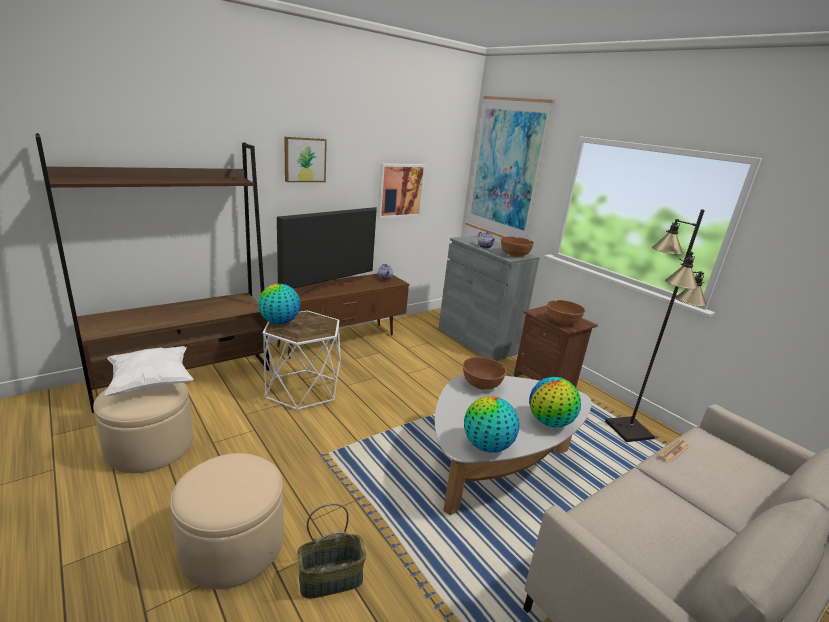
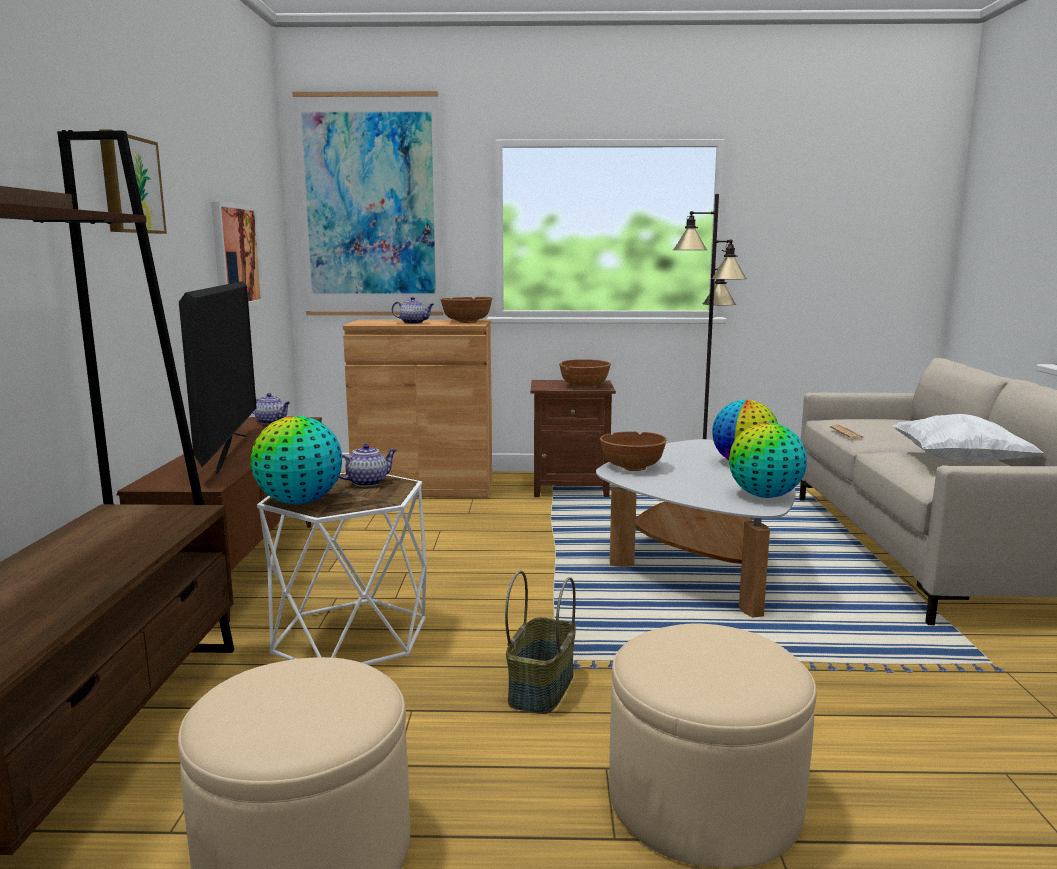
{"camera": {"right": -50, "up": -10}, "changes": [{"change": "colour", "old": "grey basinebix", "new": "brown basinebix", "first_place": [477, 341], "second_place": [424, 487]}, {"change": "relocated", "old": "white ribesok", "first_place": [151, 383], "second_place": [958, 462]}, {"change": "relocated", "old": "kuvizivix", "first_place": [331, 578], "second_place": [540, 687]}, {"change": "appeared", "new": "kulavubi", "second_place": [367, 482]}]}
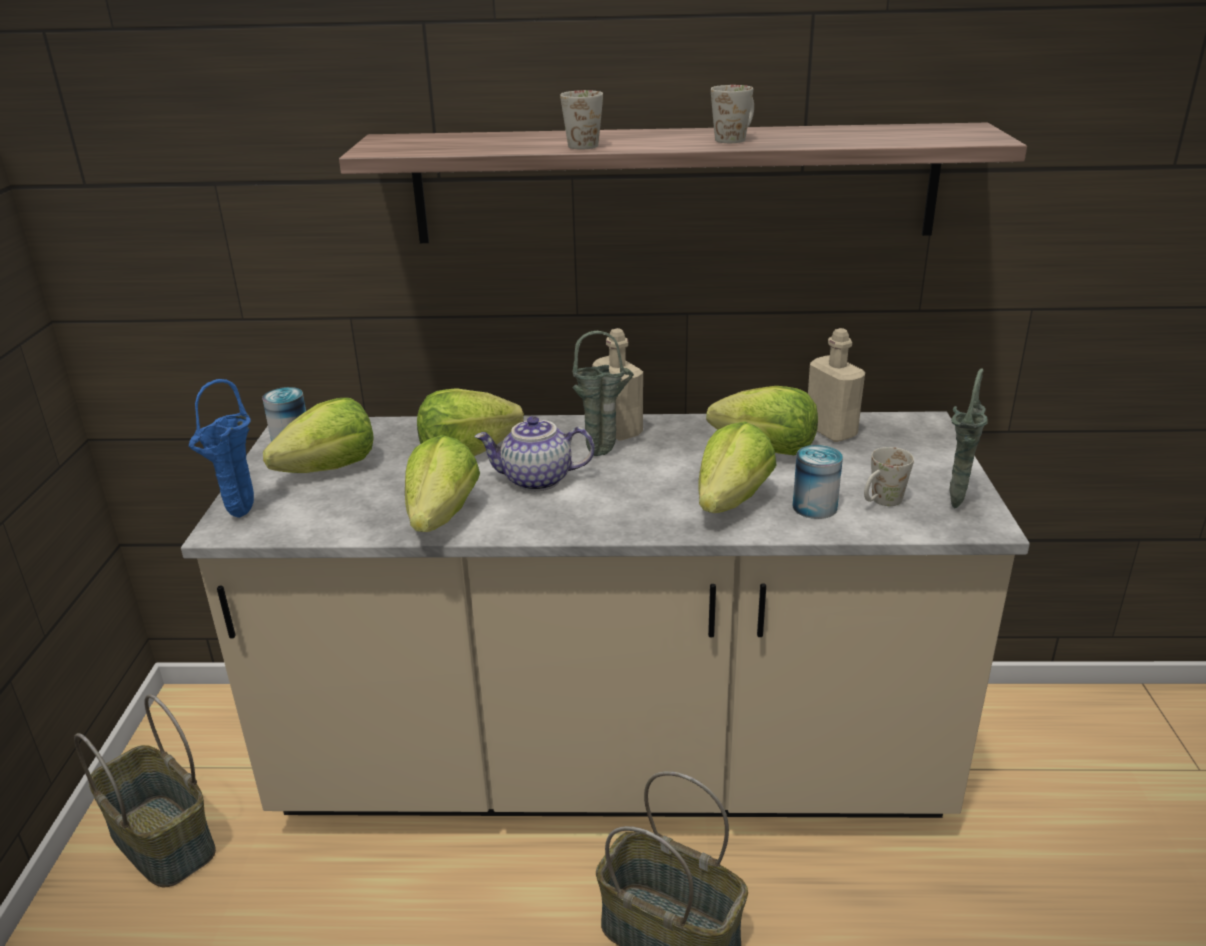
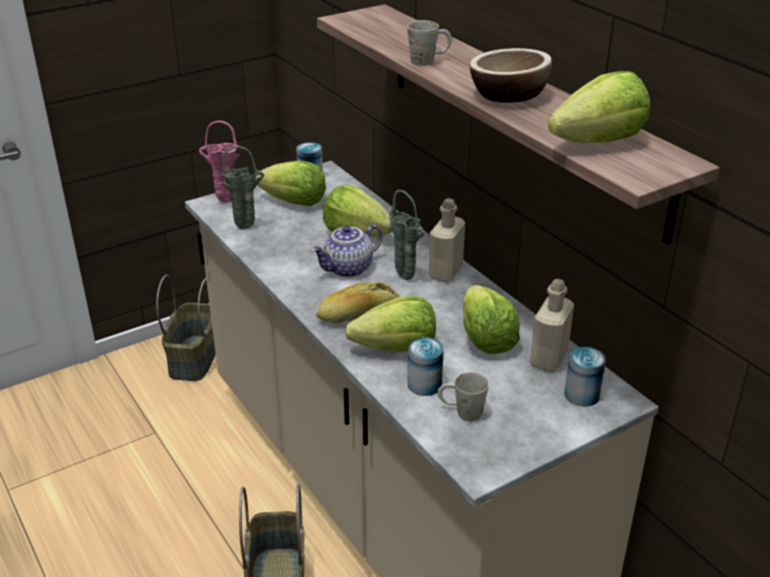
{"camera": {"right": 55, "up": 5}, "changes": [{"change": "exchanged", "old": "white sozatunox", "new": "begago", "first_place": [735, 138], "second_place": [508, 95]}, {"change": "relocated", "old": "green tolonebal", "first_place": [955, 502], "second_place": [247, 228]}, {"change": "colour", "old": "blue tolonebal", "new": "pink tolonebal", "first_place": [239, 516], "second_place": [224, 201]}, {"change": "spun", "old": "kulavubi", "first_place": [536, 481], "second_place": [348, 269], "degrees": -90}, {"change": "relocated", "old": "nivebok", "first_place": [441, 517], "second_place": [598, 142]}, {"change": "appeared", "new": "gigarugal", "second_place": [359, 315]}, {"change": "appeared", "new": "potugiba", "second_place": [582, 394]}]}
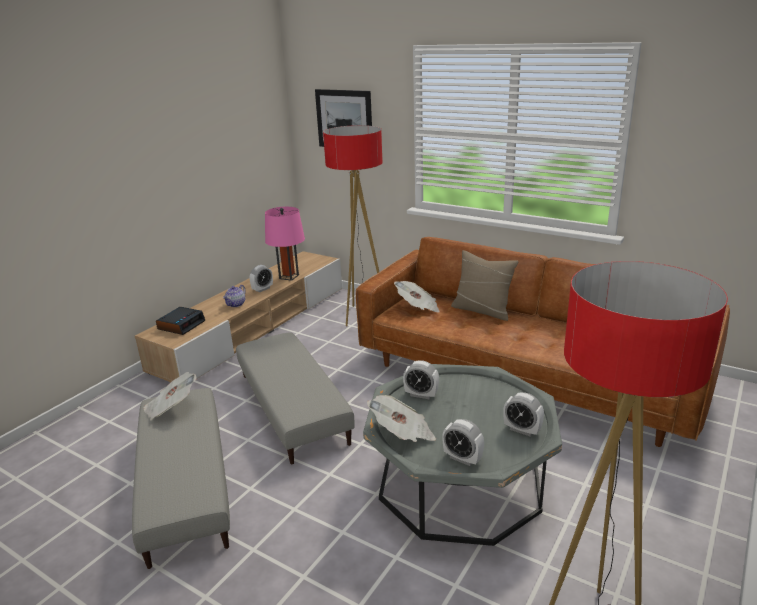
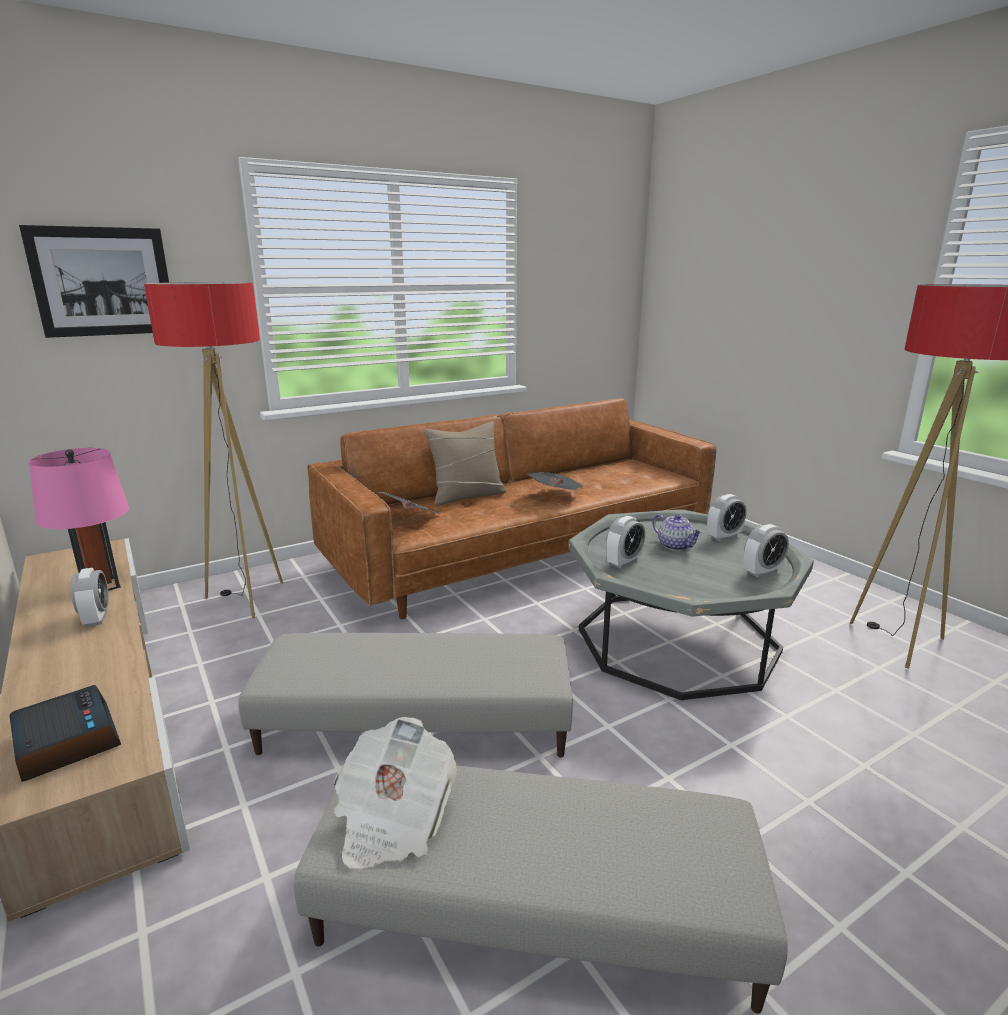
{"camera": {"right": -65, "up": -5}, "changes": [{"change": "relocated", "old": "kulavubi", "first_place": [236, 304], "second_place": [675, 546]}, {"change": "relocated", "old": "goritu", "first_place": [403, 434], "second_place": [556, 496]}]}
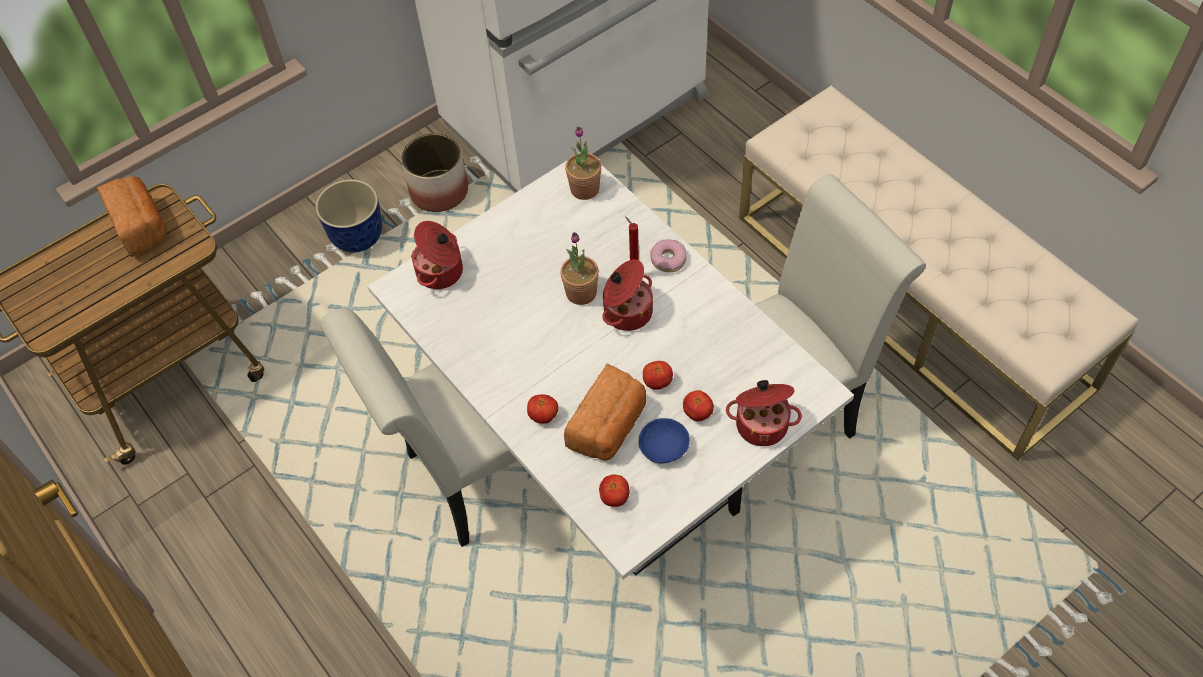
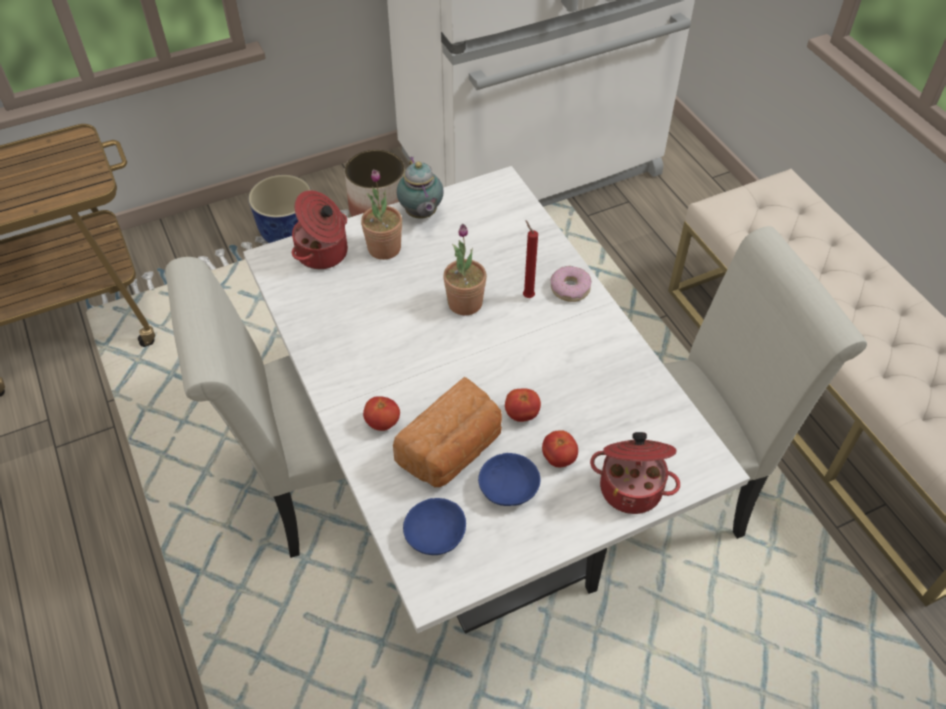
{"camera": {"right": 10, "up": -5}, "changes": [{"change": "relocated", "old": "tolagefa", "first_place": [585, 189], "second_place": [384, 248]}, {"change": "missing", "old": "gigarugal", "first_place": [141, 226]}, {"change": "missing", "old": "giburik", "first_place": [626, 311]}, {"change": "exchanged", "old": "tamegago", "new": "blue begago", "first_place": [614, 497], "second_place": [434, 532]}, {"change": "appeared", "new": "kulavubi", "second_place": [421, 215]}]}
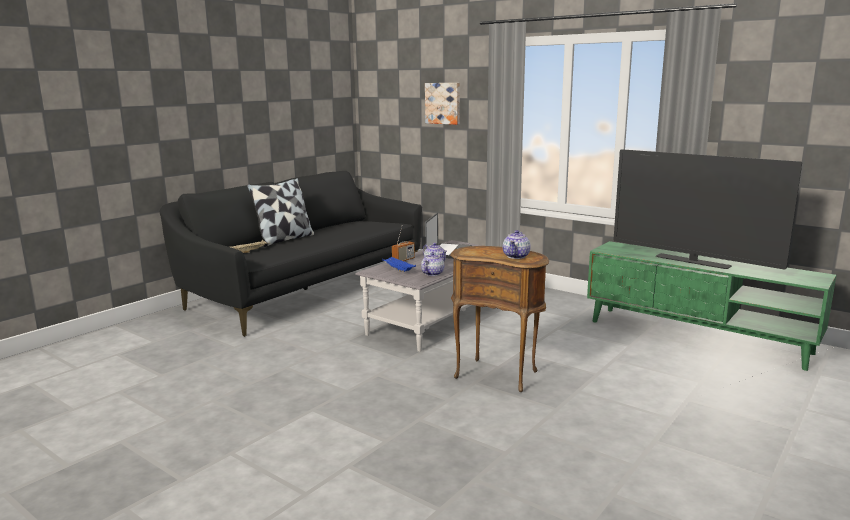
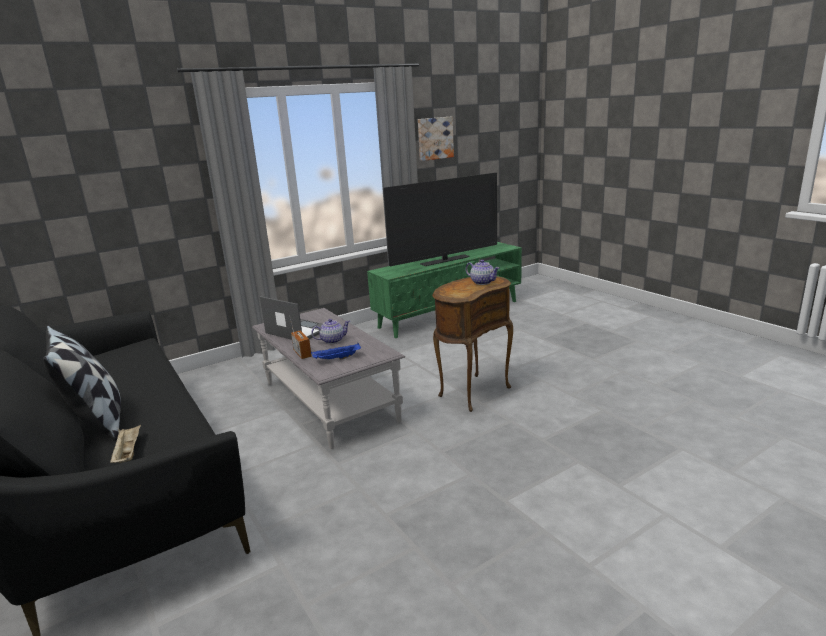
{"camera": {"right": -70, "up": 5}, "changes": [{"change": "relocated", "old": "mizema", "first_place": [443, 103], "second_place": [434, 138]}, {"change": "missing", "old": "kulavubi", "first_place": [432, 274]}]}
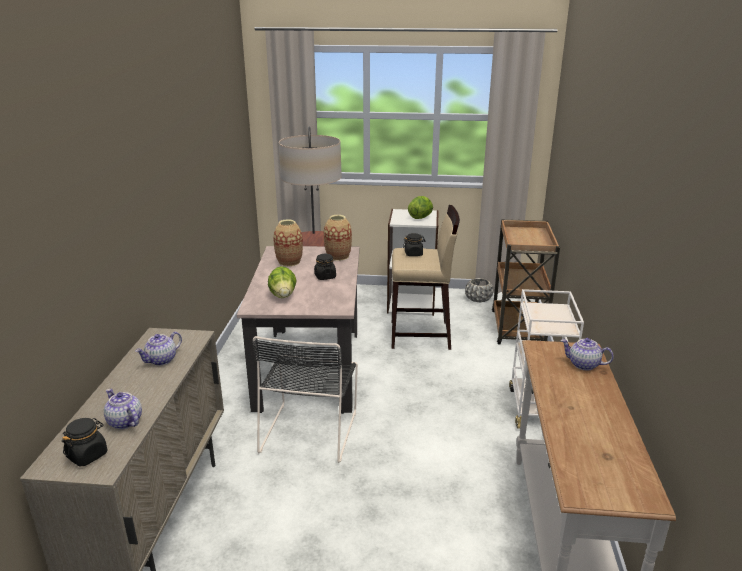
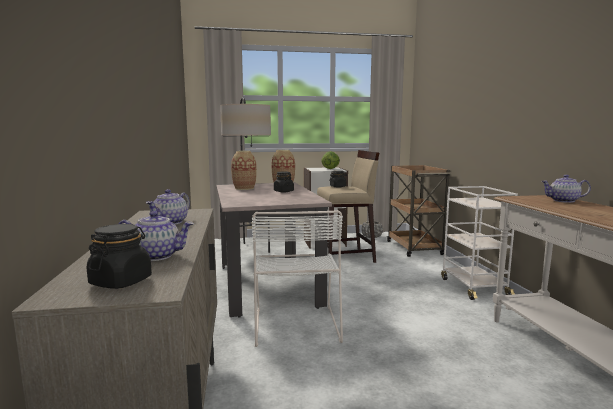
{"camera": {"right": -15, "up": -15}, "changes": [{"change": "missing", "old": "nivebok", "first_place": [283, 295]}, {"change": "colour", "old": "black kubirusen", "new": "white kubirusen", "first_place": [310, 429], "second_place": [296, 323]}, {"change": "spun", "old": "kulavubi", "first_place": [124, 422], "second_place": [157, 256], "degrees": 150}]}
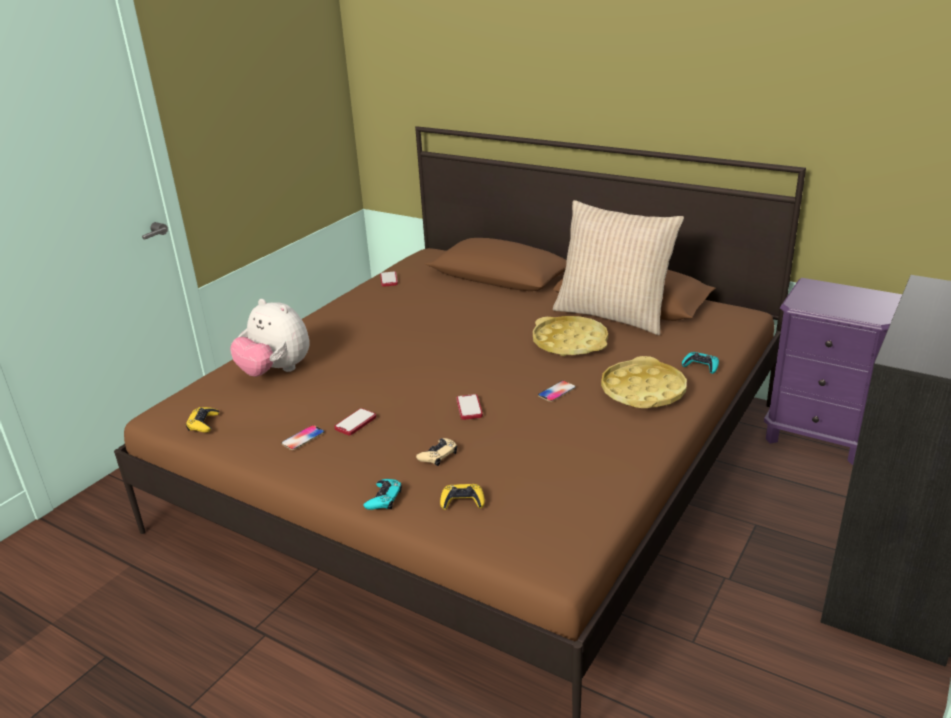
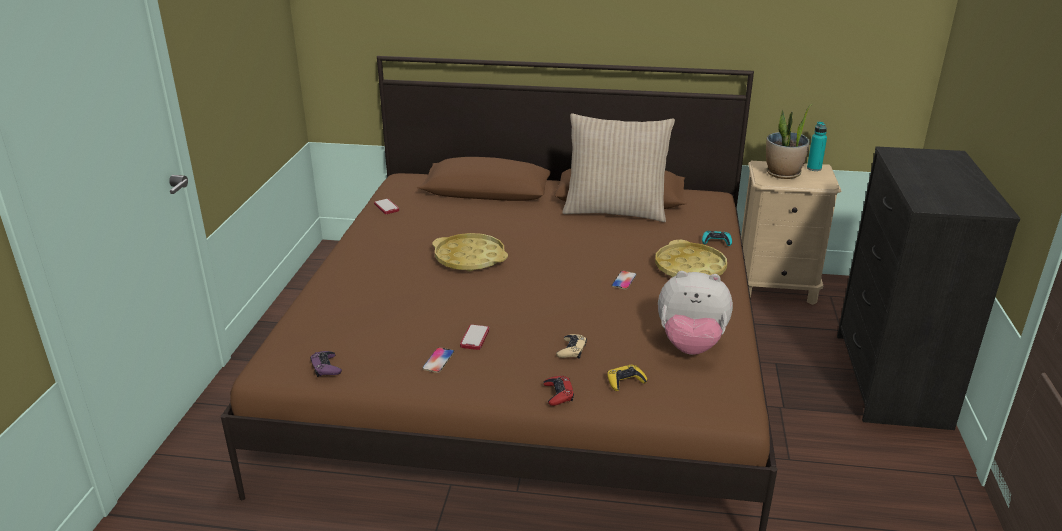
{"camera": {"right": -25, "up": 0}, "changes": [{"change": "colour", "old": "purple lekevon", "new": "beige lekevon", "first_place": [818, 436], "second_place": [776, 288]}, {"change": "relocated", "old": "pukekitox", "first_place": [276, 371], "second_place": [690, 345]}, {"change": "relocated", "old": "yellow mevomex", "first_place": [570, 342], "second_place": [470, 258]}, {"change": "missing", "old": "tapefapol", "first_place": [469, 408]}, {"change": "colour", "old": "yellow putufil", "new": "purple putufil", "first_place": [203, 423], "second_place": [326, 367]}, {"change": "colour", "old": "turquoise putufil", "new": "red putufil", "first_place": [384, 498], "second_place": [558, 394]}, {"change": "appeared", "new": "tolagefa", "second_place": [783, 174]}, {"change": "appeared", "new": "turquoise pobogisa", "second_place": [814, 168]}]}
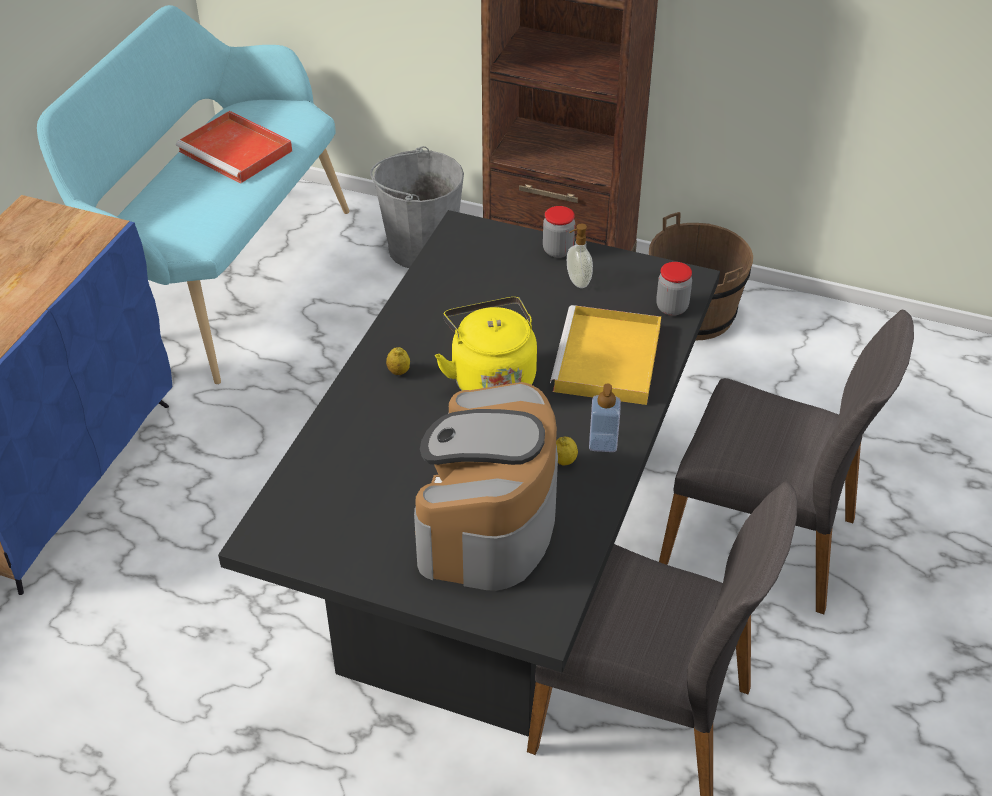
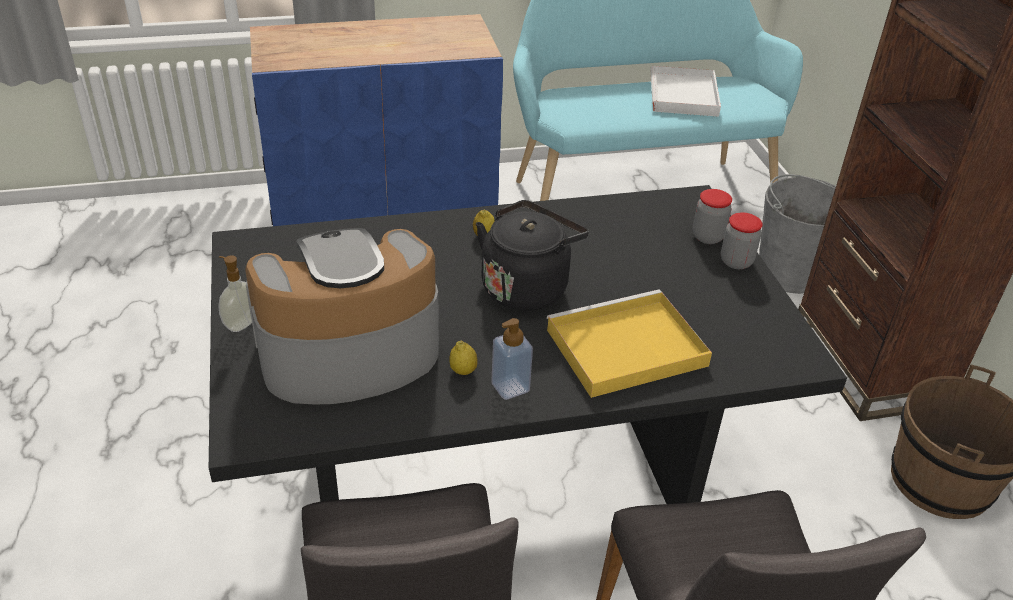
{"camera": {"right": 55, "up": -5}, "changes": [{"change": "colour", "old": "red mevomex", "new": "white mevomex", "first_place": [237, 151], "second_place": [684, 96]}, {"change": "relocated", "old": "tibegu", "first_place": [577, 282], "second_place": [241, 323]}, {"change": "relocated", "old": "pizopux", "first_place": [672, 307], "second_place": [707, 237]}, {"change": "colour", "old": "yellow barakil", "new": "black barakil", "first_place": [491, 378], "second_place": [527, 287]}]}
